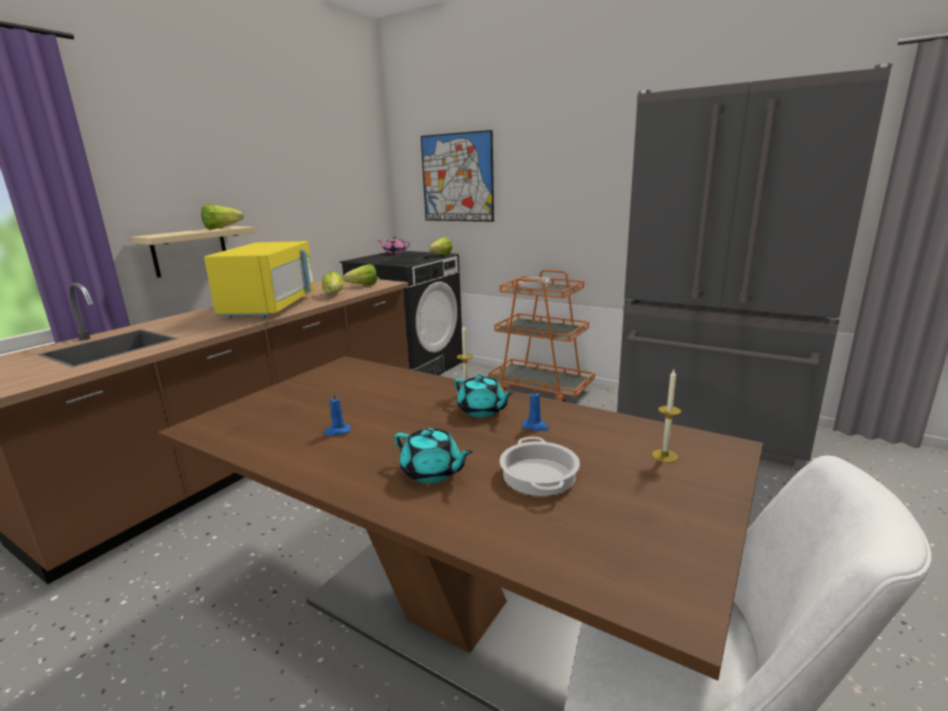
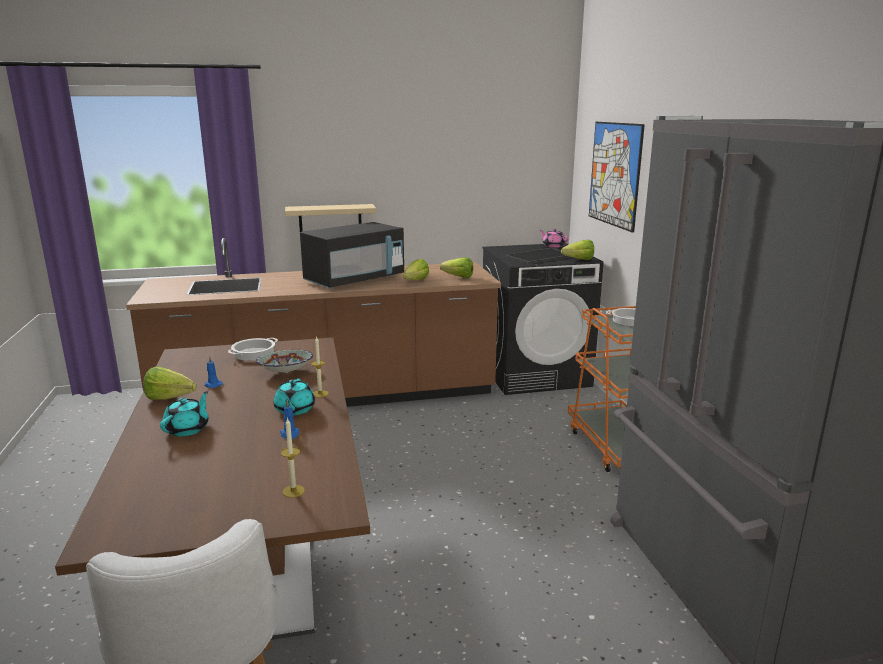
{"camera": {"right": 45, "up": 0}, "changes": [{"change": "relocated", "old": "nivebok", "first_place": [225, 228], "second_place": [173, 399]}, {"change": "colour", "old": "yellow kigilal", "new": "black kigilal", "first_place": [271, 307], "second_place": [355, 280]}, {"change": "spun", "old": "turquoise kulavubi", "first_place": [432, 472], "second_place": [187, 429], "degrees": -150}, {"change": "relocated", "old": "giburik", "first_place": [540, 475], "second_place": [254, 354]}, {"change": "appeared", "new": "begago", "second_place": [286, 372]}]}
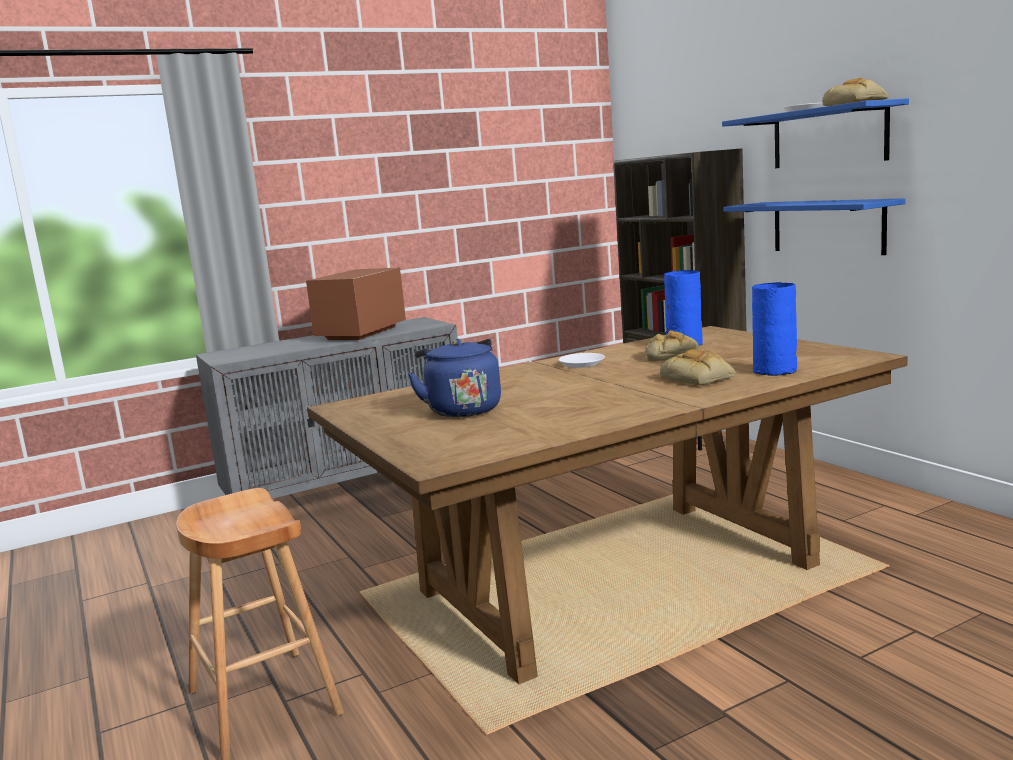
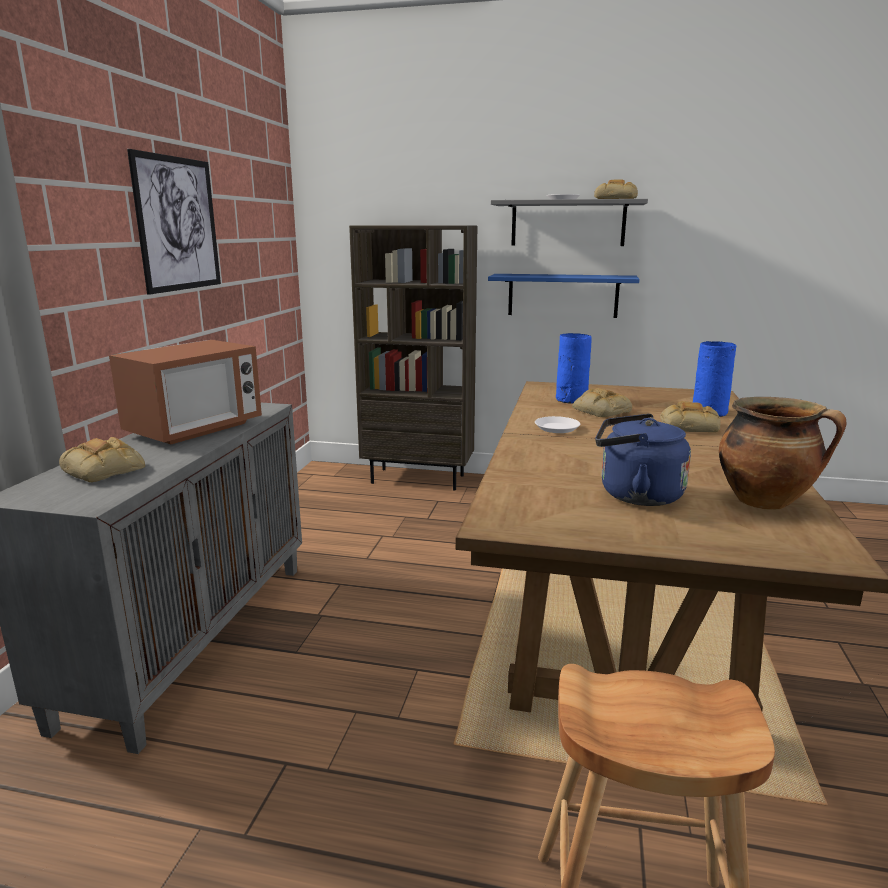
{"camera": {"right": -50, "up": 5}, "changes": [{"change": "colour", "old": "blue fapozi", "new": "grey fapozi", "first_place": [828, 137], "second_place": [568, 223]}, {"change": "spun", "old": "kigilal", "first_place": [361, 333], "second_place": [195, 429], "degrees": -120}, {"change": "appeared", "new": "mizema", "second_place": [178, 224]}, {"change": "appeared", "new": "giburik", "second_place": [766, 502]}, {"change": "appeared", "new": "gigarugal", "second_place": [105, 470]}]}
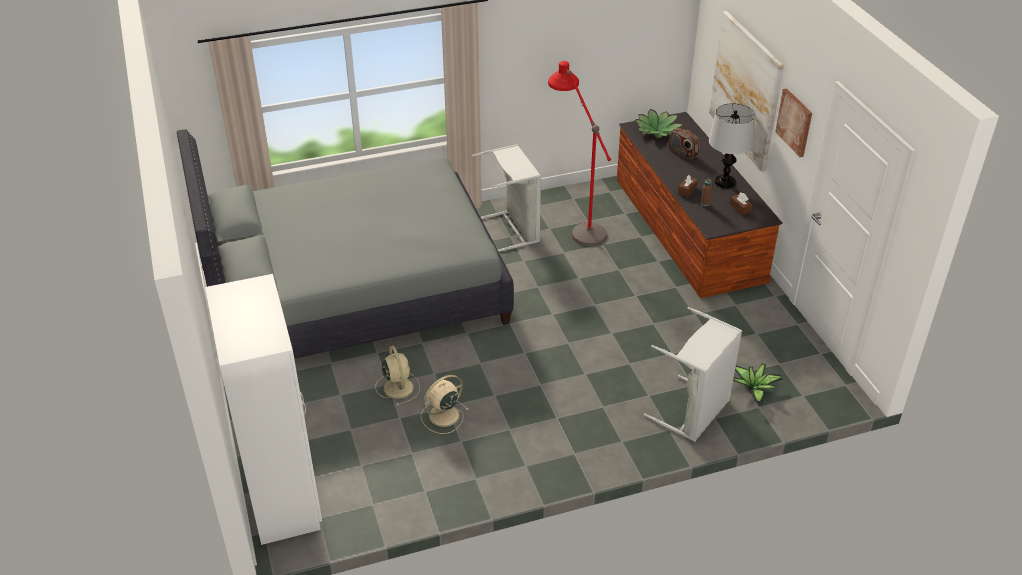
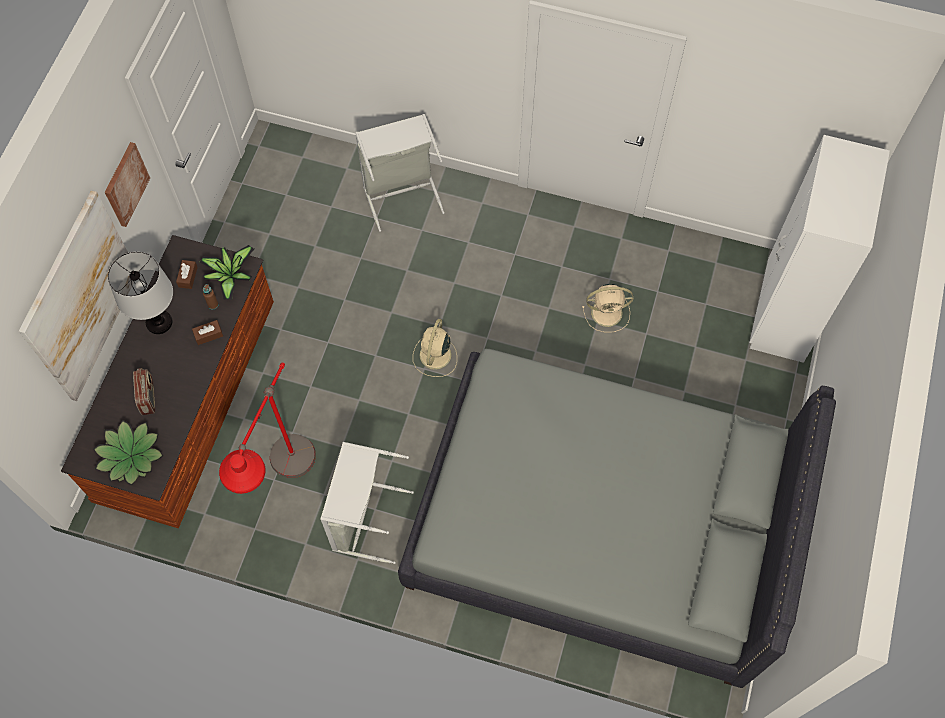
{"camera": {"right": -145, "up": 25}, "changes": [{"change": "relocated", "old": "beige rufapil", "first_place": [398, 387], "second_place": [435, 356]}, {"change": "relocated", "old": "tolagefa", "first_place": [754, 388], "second_place": [230, 275]}]}
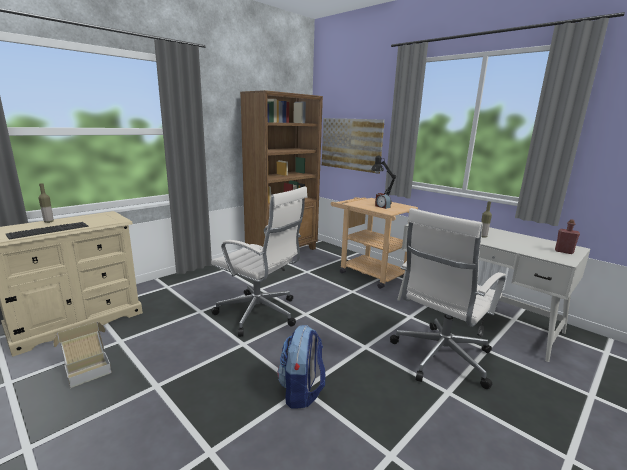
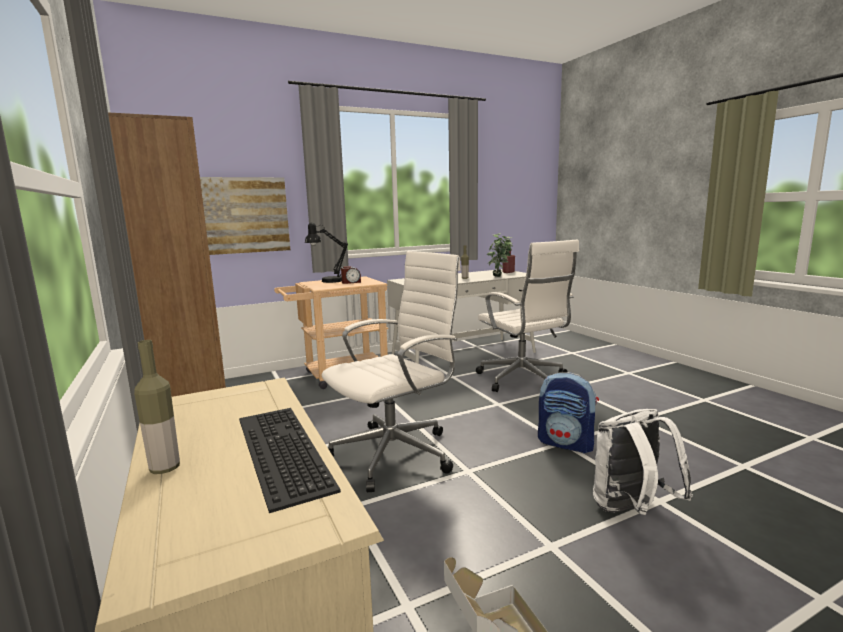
{"camera": {"right": -70, "up": -5}, "changes": [{"change": "appeared", "new": "tolagefa", "second_place": [500, 277]}, {"change": "appeared", "new": "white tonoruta", "second_place": [631, 510]}]}
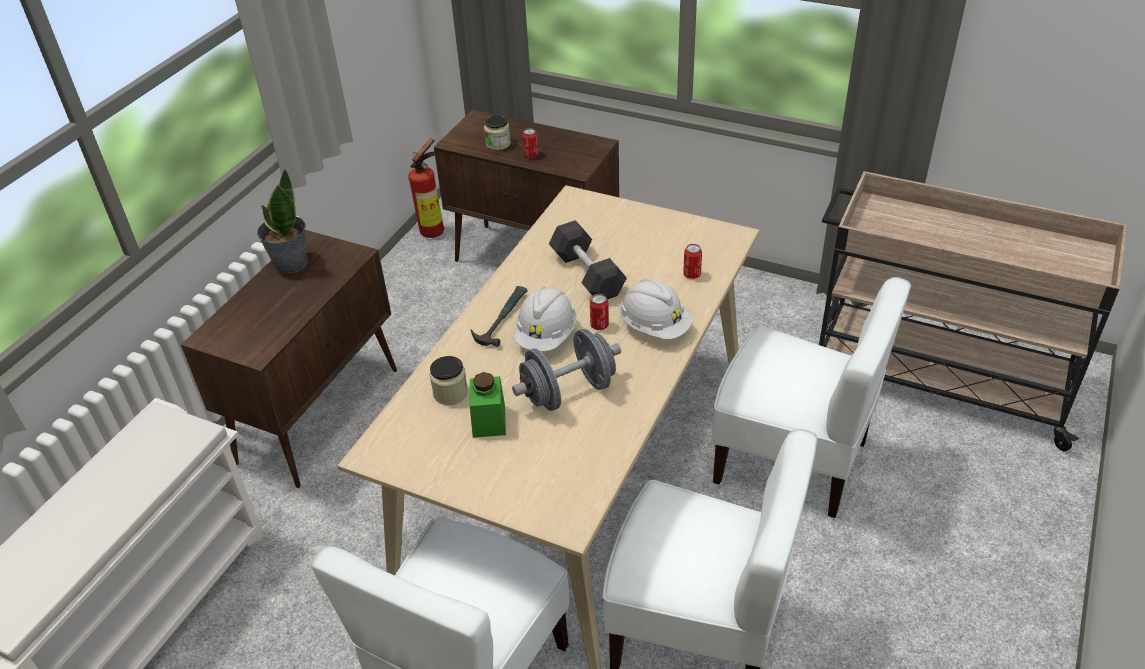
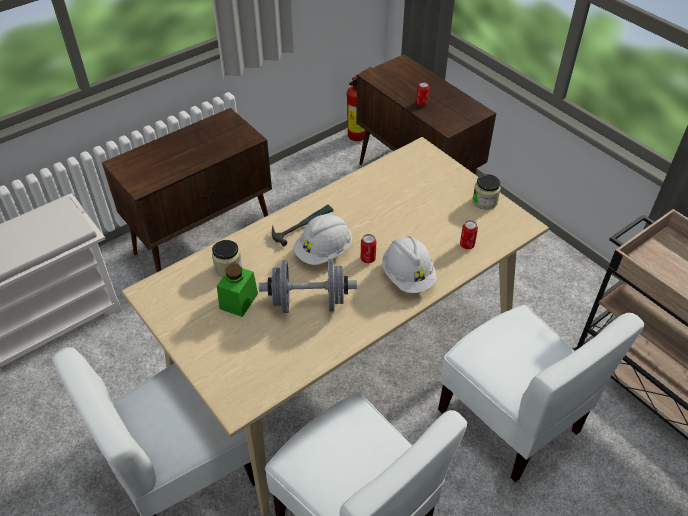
{"camera": {"right": 25, "up": 5}, "changes": [{"change": "relocated", "old": "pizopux", "first_place": [498, 144], "second_place": [484, 201]}, {"change": "missing", "old": "tolagefa", "first_place": [290, 263]}, {"change": "missing", "old": "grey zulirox", "first_place": [587, 274]}]}
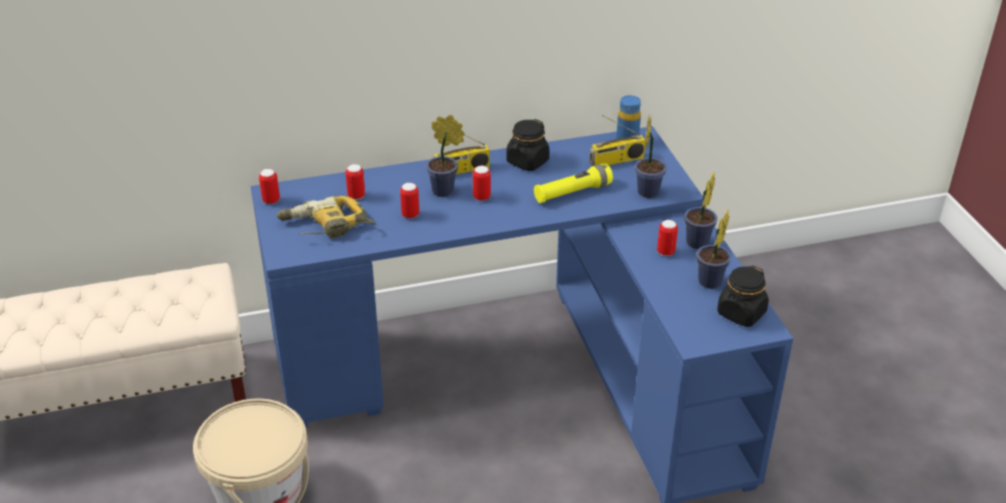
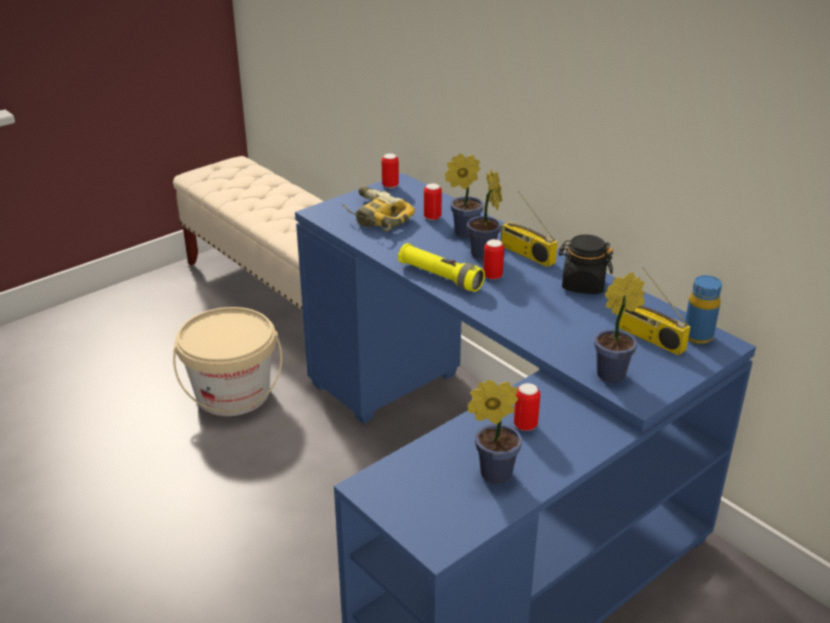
{"camera": {"right": 65, "up": -5}, "changes": [{"change": "relocated", "old": "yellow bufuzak", "first_place": [572, 193], "second_place": [440, 277]}, {"change": "relocated", "old": "tolagefa", "first_place": [696, 244], "second_place": [462, 233]}, {"change": "missing", "old": "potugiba", "first_place": [410, 215]}, {"change": "missing", "old": "black pizopux", "first_place": [741, 313]}]}
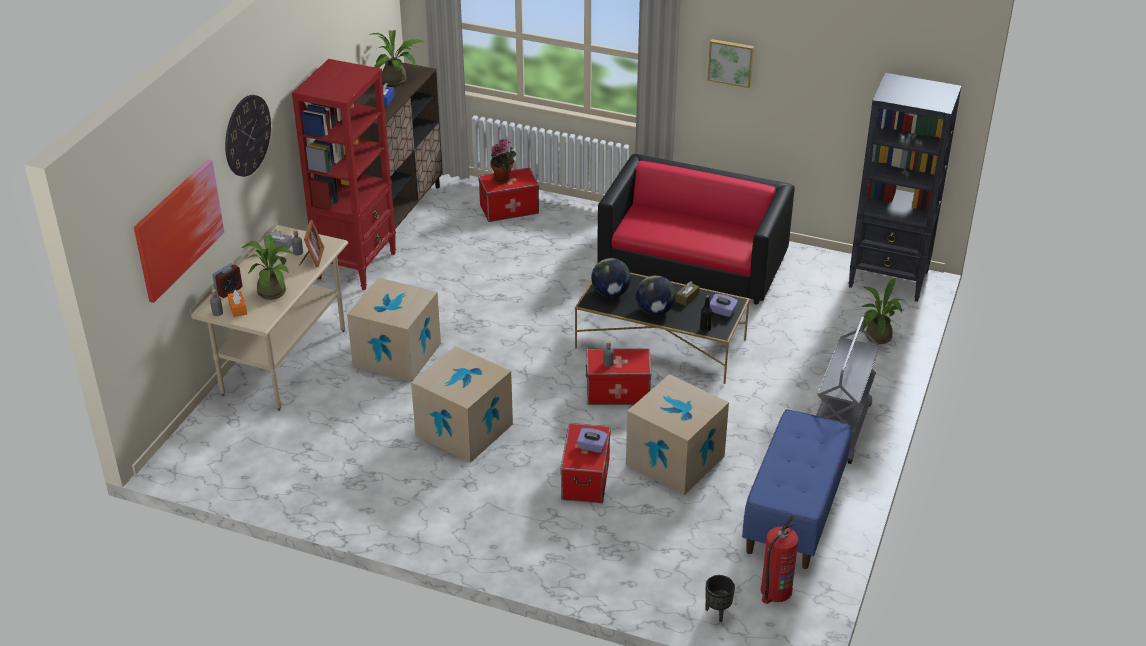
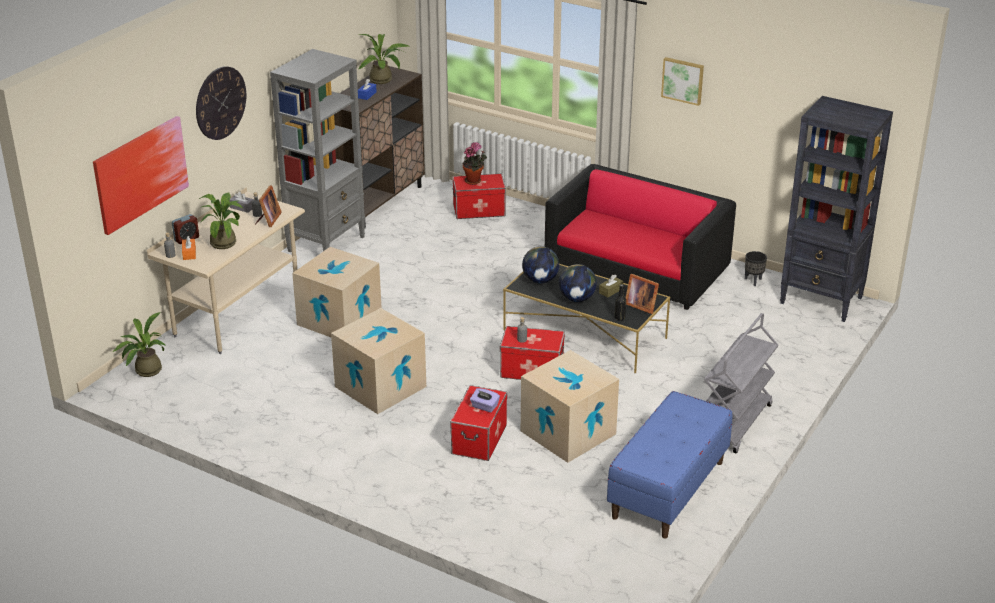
{"camera": {"right": 10, "up": -5}, "changes": [{"change": "colour", "old": "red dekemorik", "new": "grey dekemorik", "first_place": [357, 265], "second_place": [327, 244]}, {"change": "relocated", "old": "tolagefa", "first_place": [876, 338], "second_place": [145, 371]}, {"change": "exchanged", "old": "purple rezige", "new": "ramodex", "first_place": [722, 311], "second_place": [641, 305]}, {"change": "missing", "old": "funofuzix", "first_place": [775, 591]}, {"change": "relocated", "old": "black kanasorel", "first_place": [718, 612], "second_place": [753, 281]}]}
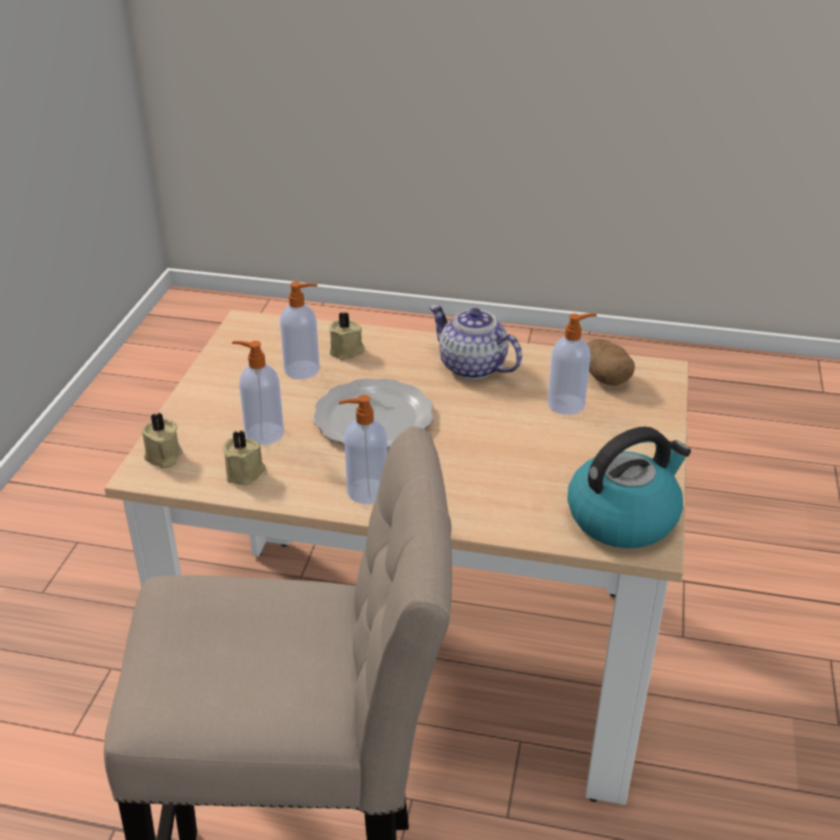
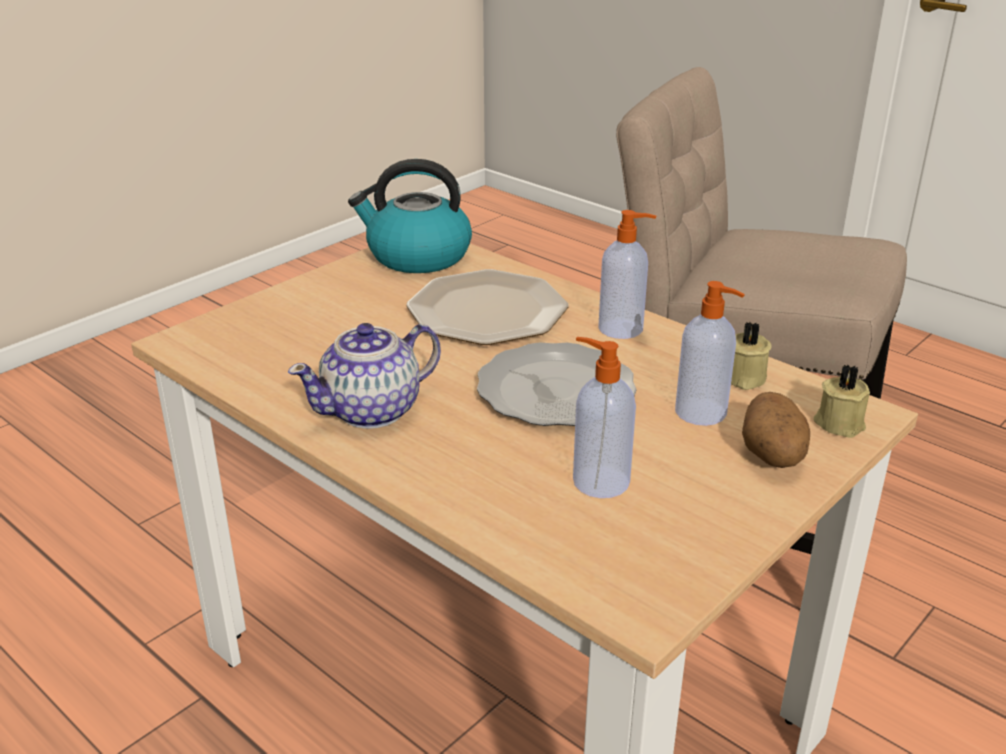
{"camera": {"right": -150, "up": -5}, "changes": [{"change": "spun", "old": "kulavubi", "first_place": [473, 367], "second_place": [373, 410], "degrees": 75}, {"change": "missing", "old": "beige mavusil", "first_place": [347, 351]}, {"change": "missing", "old": "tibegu", "first_place": [567, 404]}, {"change": "relocated", "old": "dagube", "first_place": [605, 378], "second_place": [772, 456]}, {"change": "appeared", "new": "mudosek", "second_place": [488, 310]}]}
